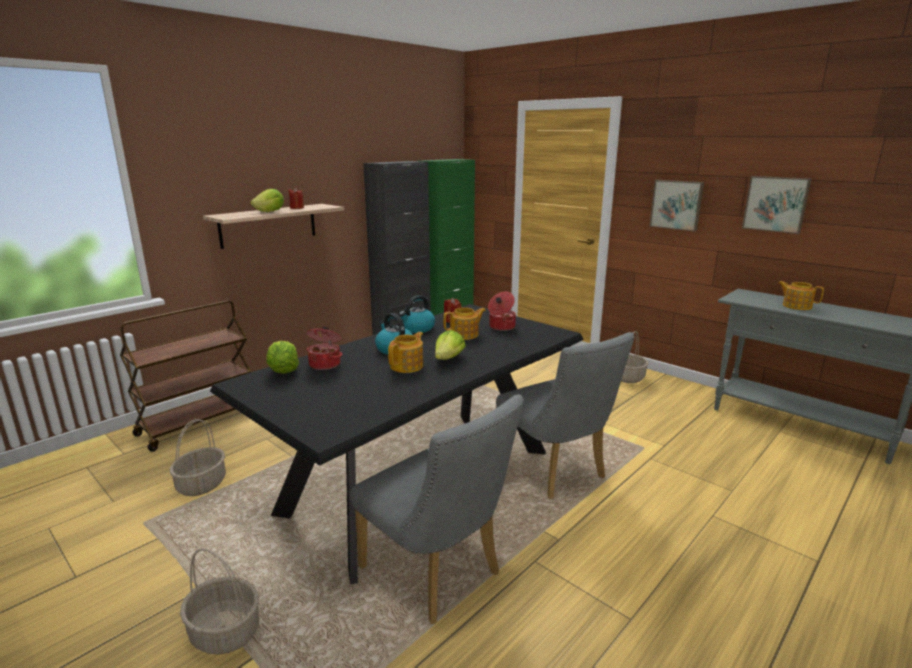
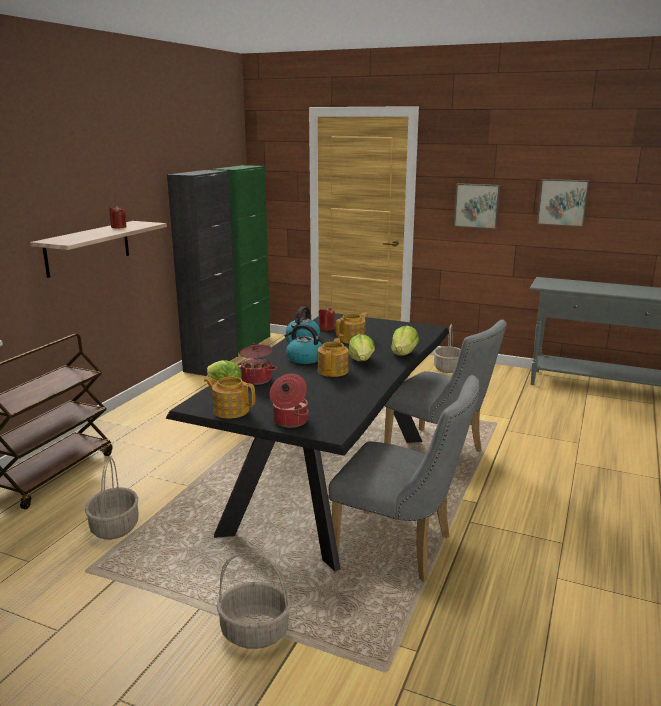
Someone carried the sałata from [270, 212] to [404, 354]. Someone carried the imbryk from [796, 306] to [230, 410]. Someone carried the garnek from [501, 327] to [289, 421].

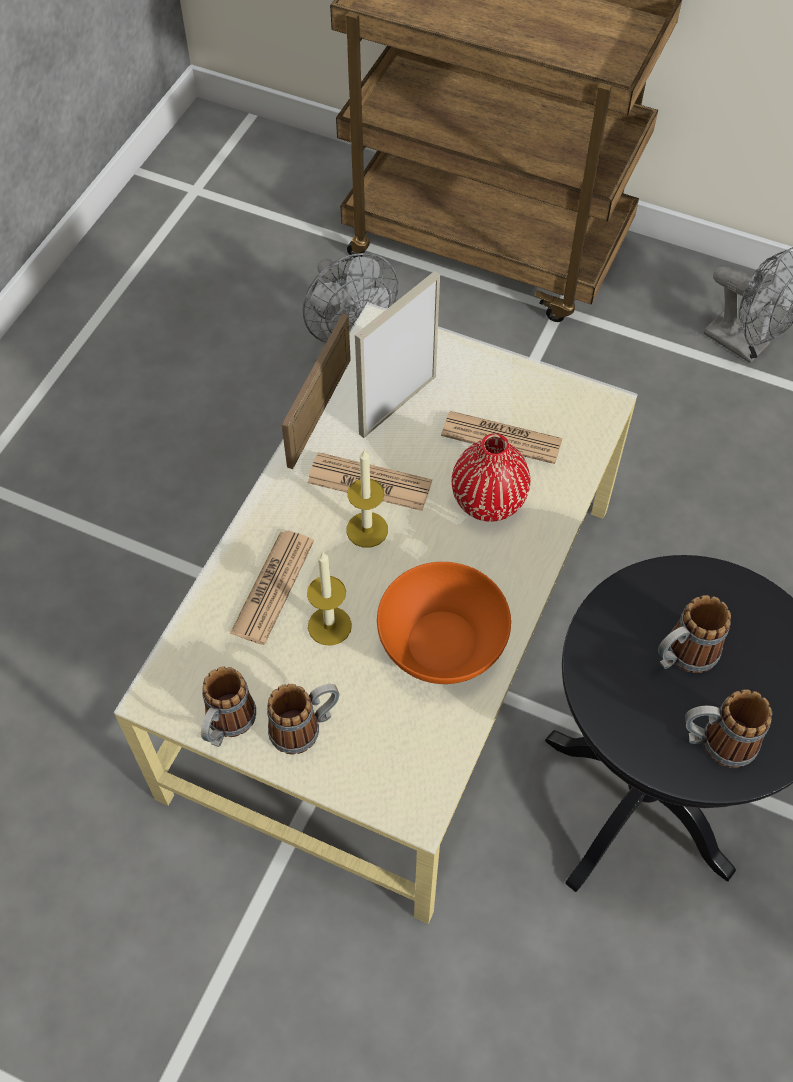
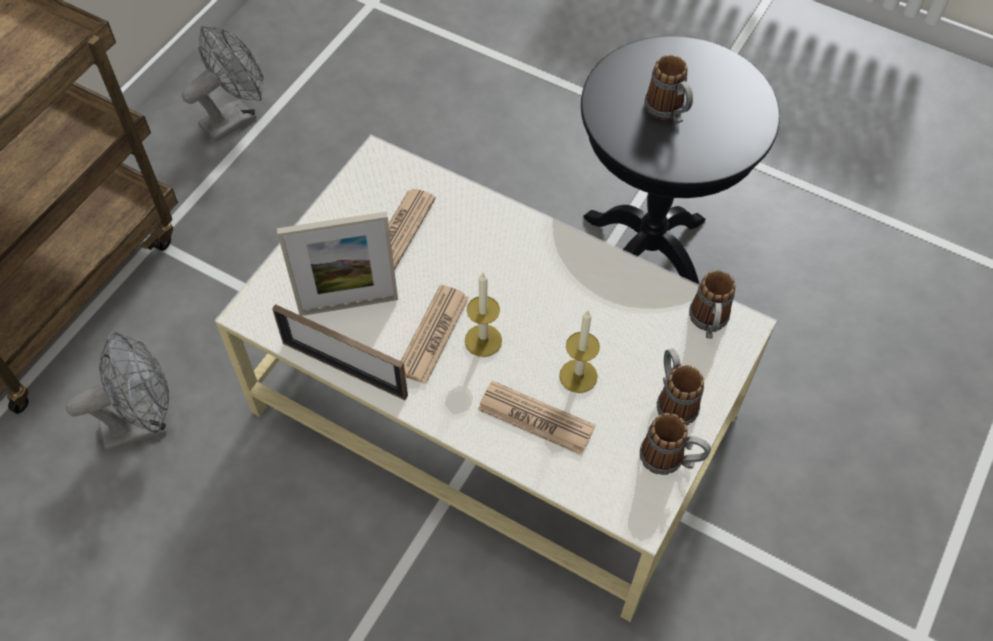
Someone rotated the ramka na zdjęcie at [397, 405] by 60 degrees counterclockwise. Someone took away the wazon (czerwony) at [488, 501]. Someone took away the miska (pomarańczowy) at [442, 643]. Someone carried the kubek from [716, 742] to [708, 323].

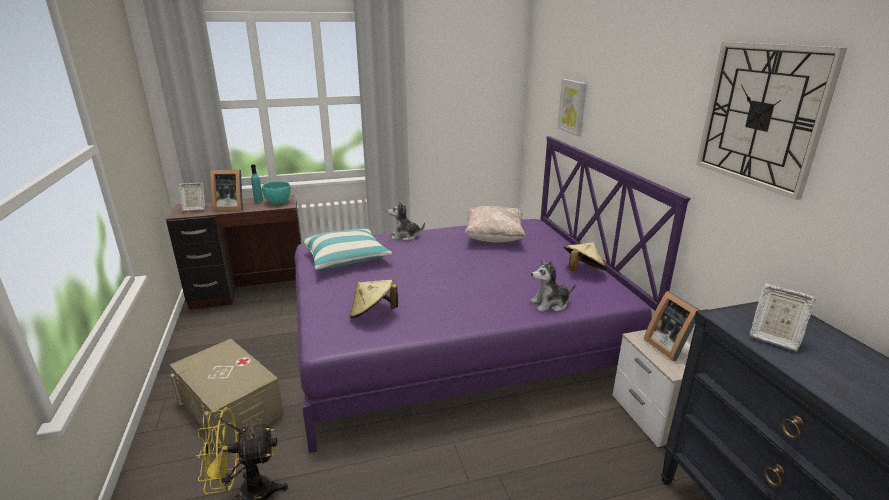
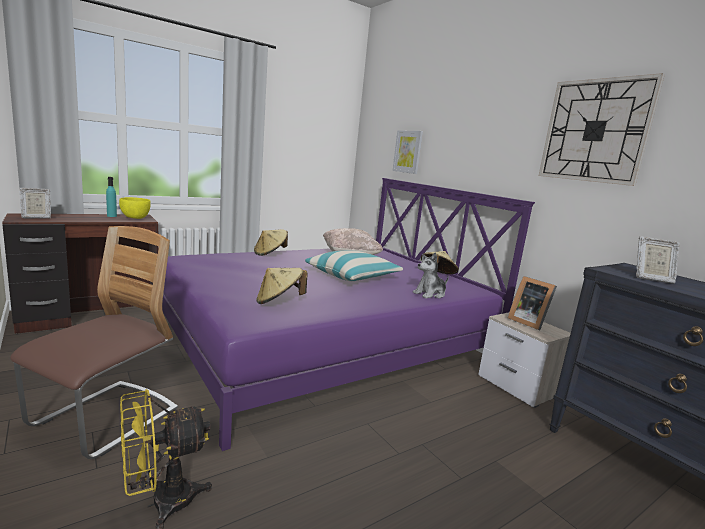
Someone took away the ramka na zdjęcie at [230, 207]. Someone repainted the miska (turkusowy) at [278, 202], which became the miska (żółty) at [135, 218]. Someone swapped the pluszak at [405, 236] for the kapelusz (beżowy) at [270, 253]. Someone carried the poduszka from [346, 258] to [352, 276]. Someone swapped the pojemnik do przechowywania (beżowy) at [230, 407] for the krzesło at [105, 419].

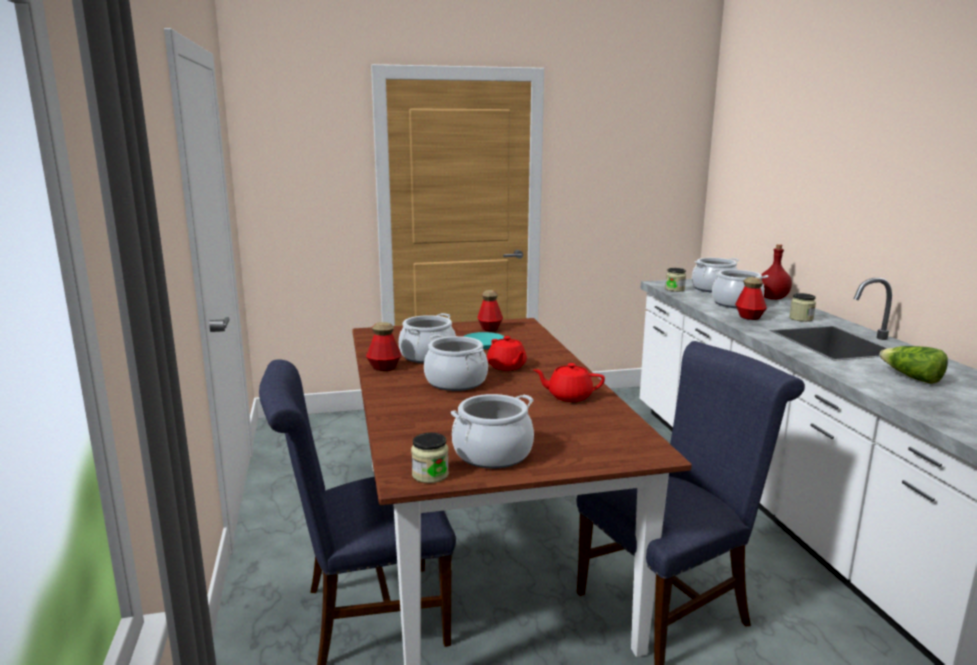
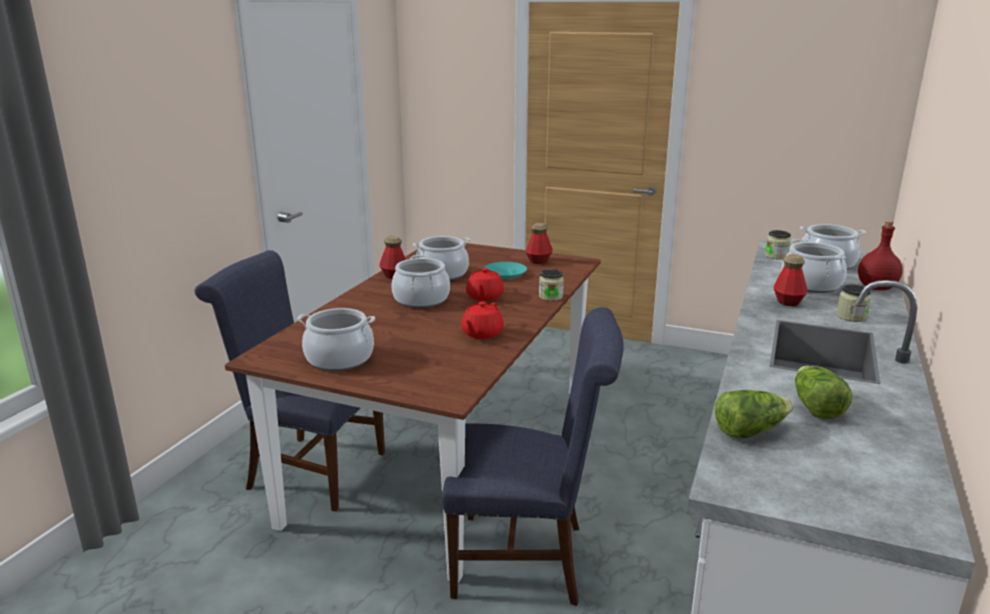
Someone rotated the imbryk (czerwony) at [569, 396] by 105 degrees counterclockwise. Someone carried the słoik from [430, 475] to [550, 297]. Someone put down the sałata at [749, 430].

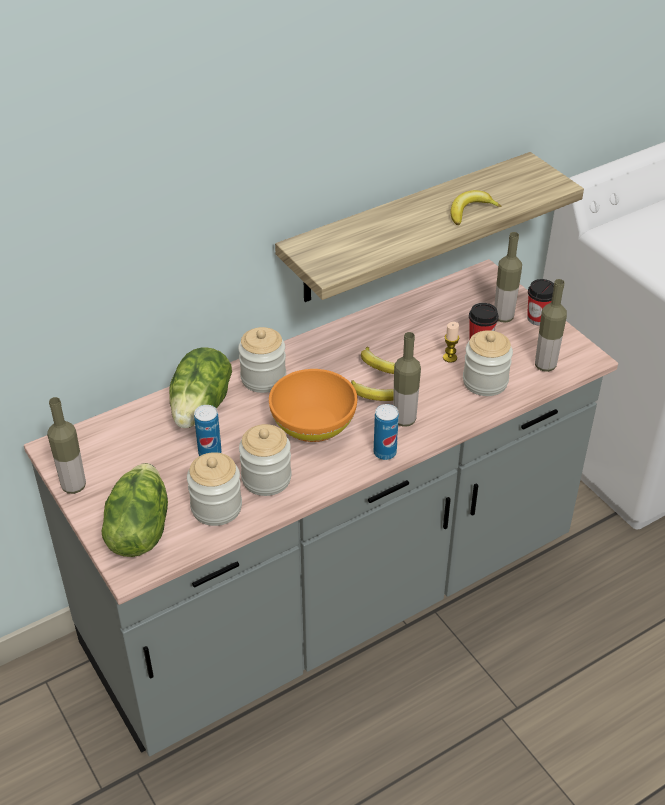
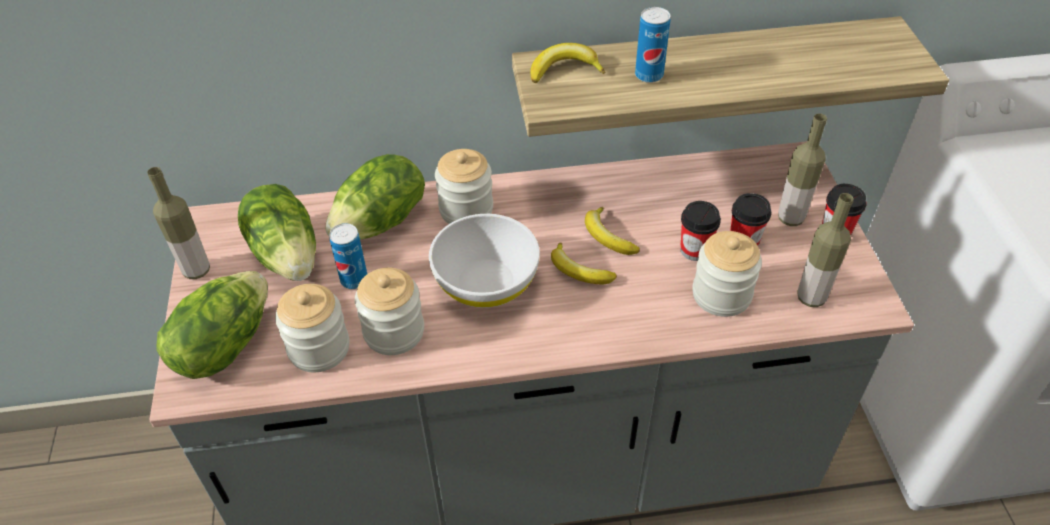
Someone carried the banan from [470, 211] to [564, 70]. Someone swapped the świeca at [450, 357] for the filiżanka at [694, 250]. Someone took away the butelka at [404, 420]. Someone repainted the miska (pomarańczowy) at [313, 424], which became the miska (biały) at [485, 282]. Someone carried the puszka from [385, 453] to [649, 75]. Someone put down the sałata at [287, 254].

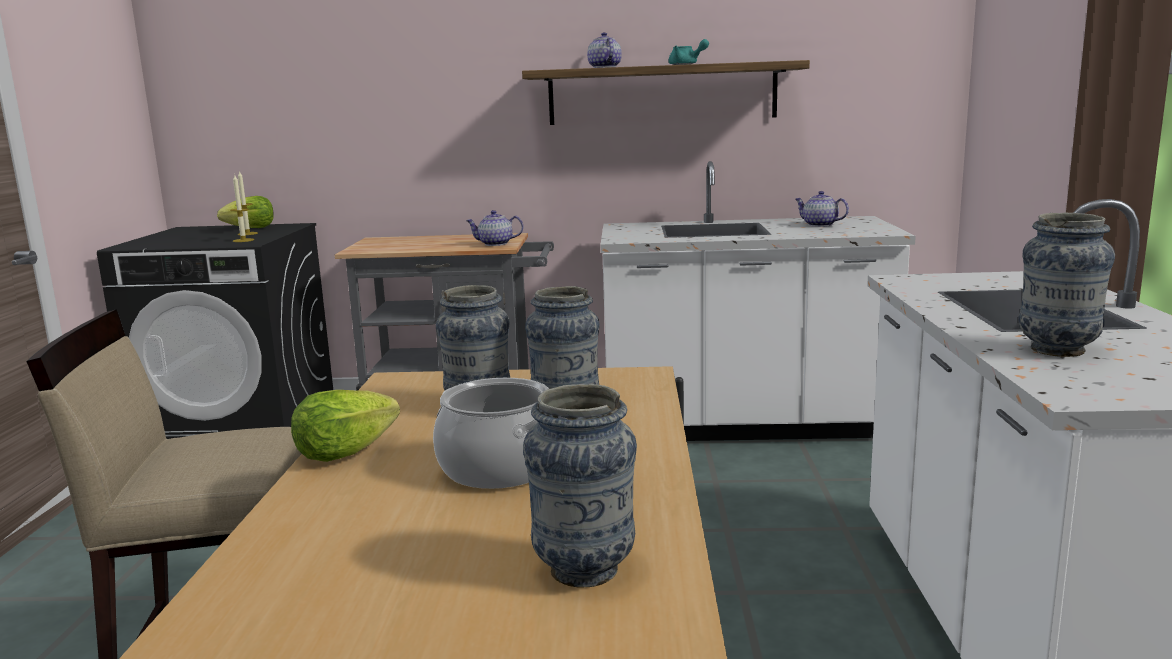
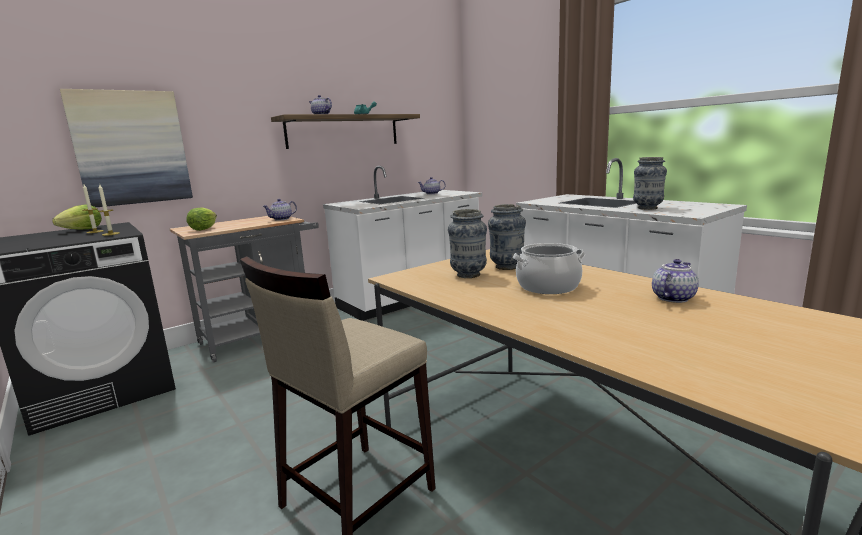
Someone swapped the wazon at [584, 570] for the imbryk at [672, 298]. Someone carried the sałata from [344, 453] to [203, 229]. Someone put up the obraz at [131, 148].

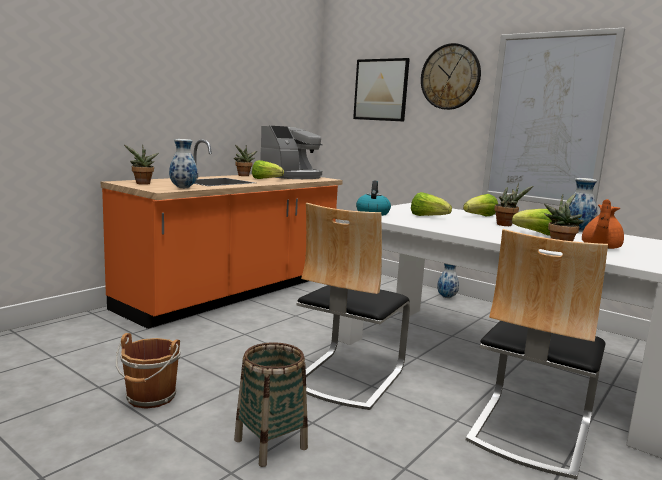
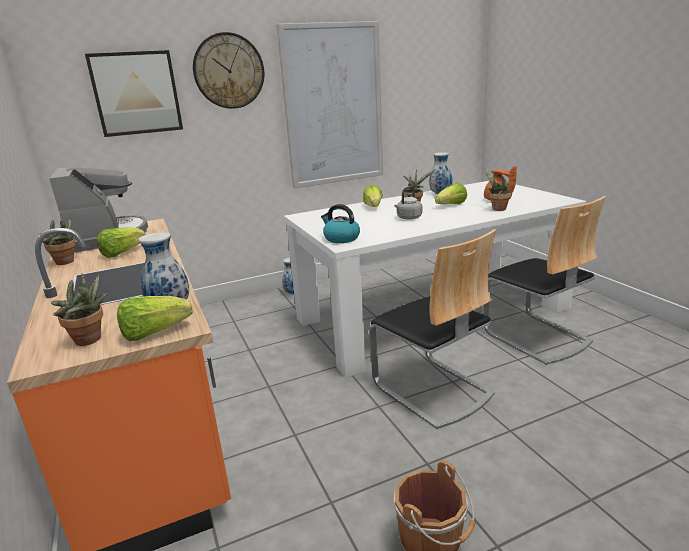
Someone carried the sałata from [428, 217] to [154, 333]. Someone took away the koszyk at [270, 444]. Someone put down the czajnik (szary) at [408, 218].

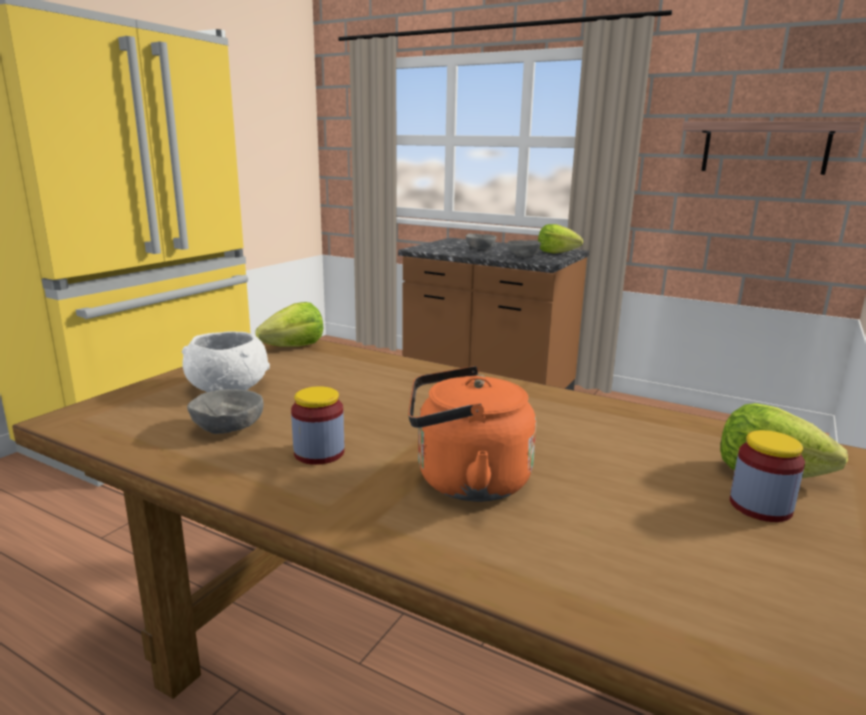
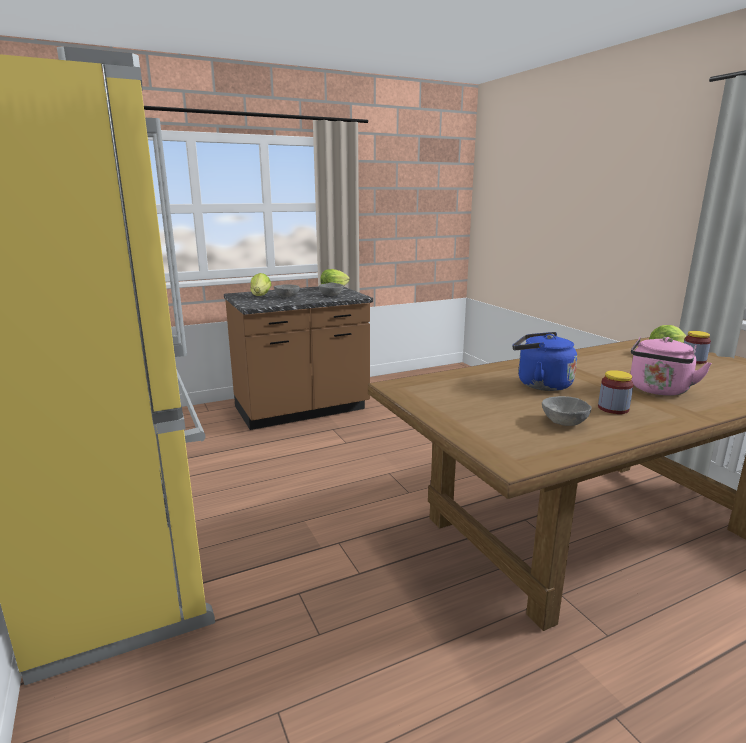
Someone took away the półka at [765, 148]. Someone carried the sałata from [294, 347] to [260, 296]. Someone took away the miska (biały) at [228, 387]. Someone repainted the czajnik (pomarańczowy) at [465, 481], which became the czajnik (różowy) at [658, 390]. Someone put down the czajnik (niebieski) at [540, 384].

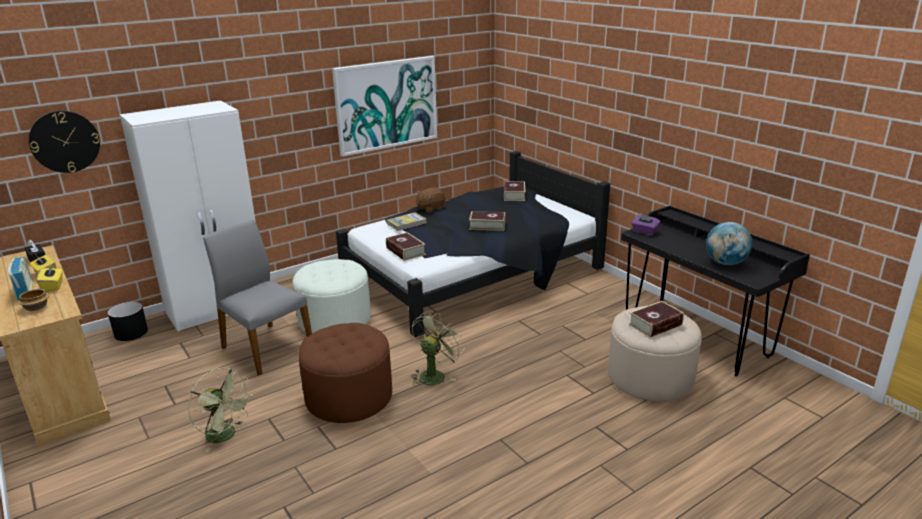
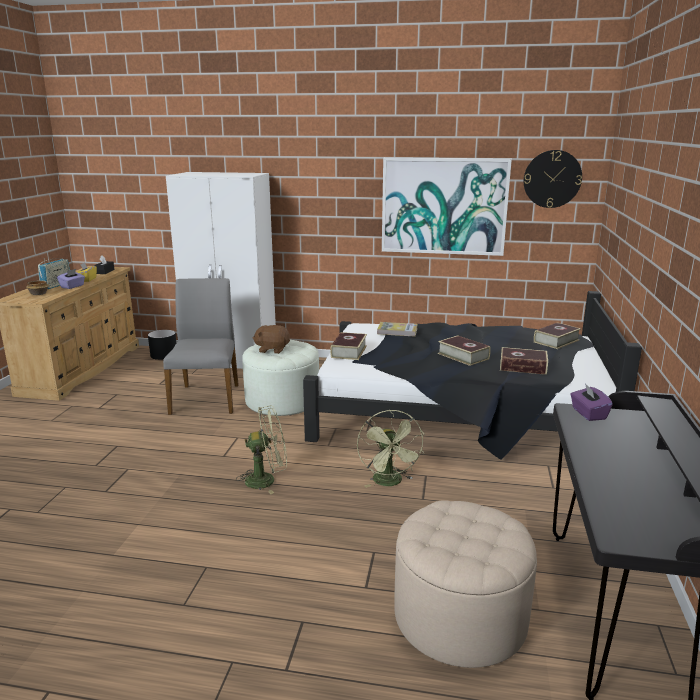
Someone carried the zegar ścienny from [65, 141] to [552, 179]. Someone carried the pluszak (brązowy) from [430, 208] to [272, 349]. Someone took away the globus at [725, 263]. Someone repainted the pudełko chusteczek (żółty) at [53, 286], which became the pudełko chusteczek (fioletowy) at [72, 286]. Someone carried the książka from [655, 324] to [522, 367]. Someone took away the pufa (brązowy) at [349, 397]. Someone carried the wentylator (zielony) from [226, 436] to [390, 482].

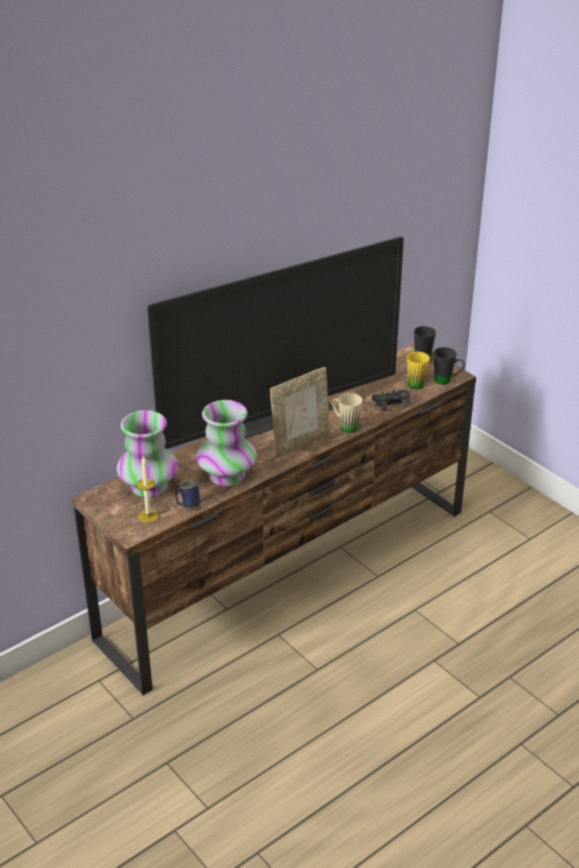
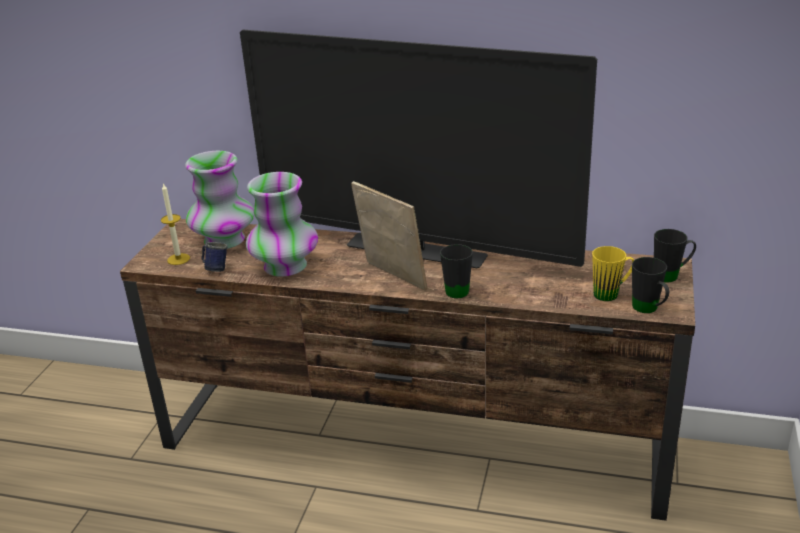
Someone rotated the ramka na zdjęcie at [300, 442] by 150 degrees counterclockwise. Someone took away the pad do gier (czarny) at [391, 403]. Someone repainted the kubek (beżowy) at [345, 426], which became the kubek (czarny) at [457, 288].

